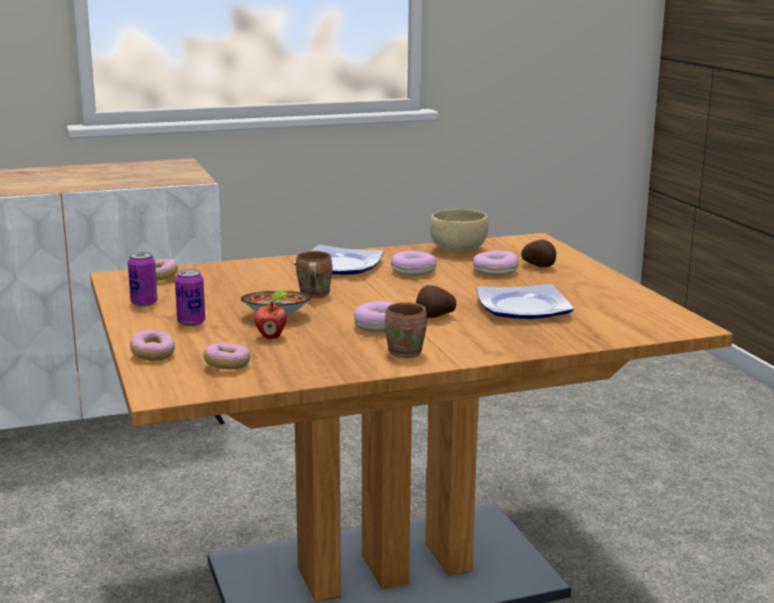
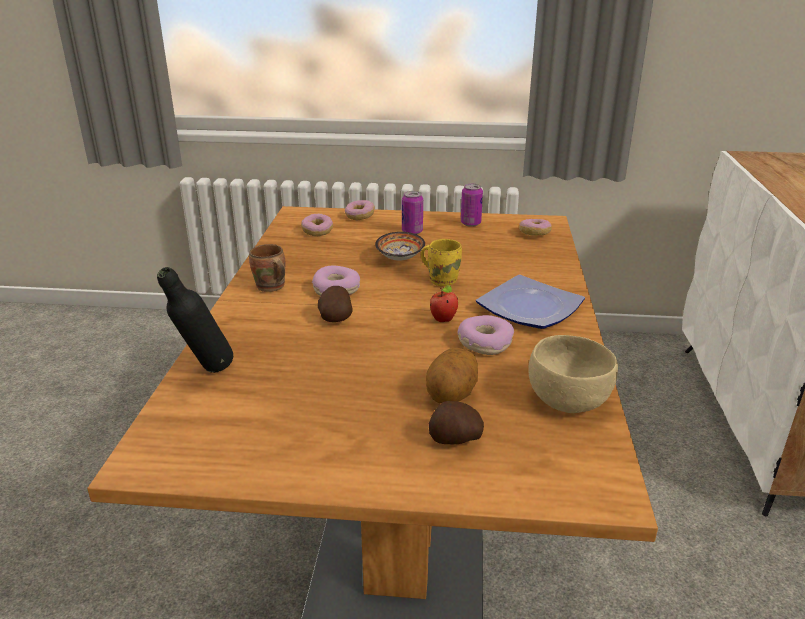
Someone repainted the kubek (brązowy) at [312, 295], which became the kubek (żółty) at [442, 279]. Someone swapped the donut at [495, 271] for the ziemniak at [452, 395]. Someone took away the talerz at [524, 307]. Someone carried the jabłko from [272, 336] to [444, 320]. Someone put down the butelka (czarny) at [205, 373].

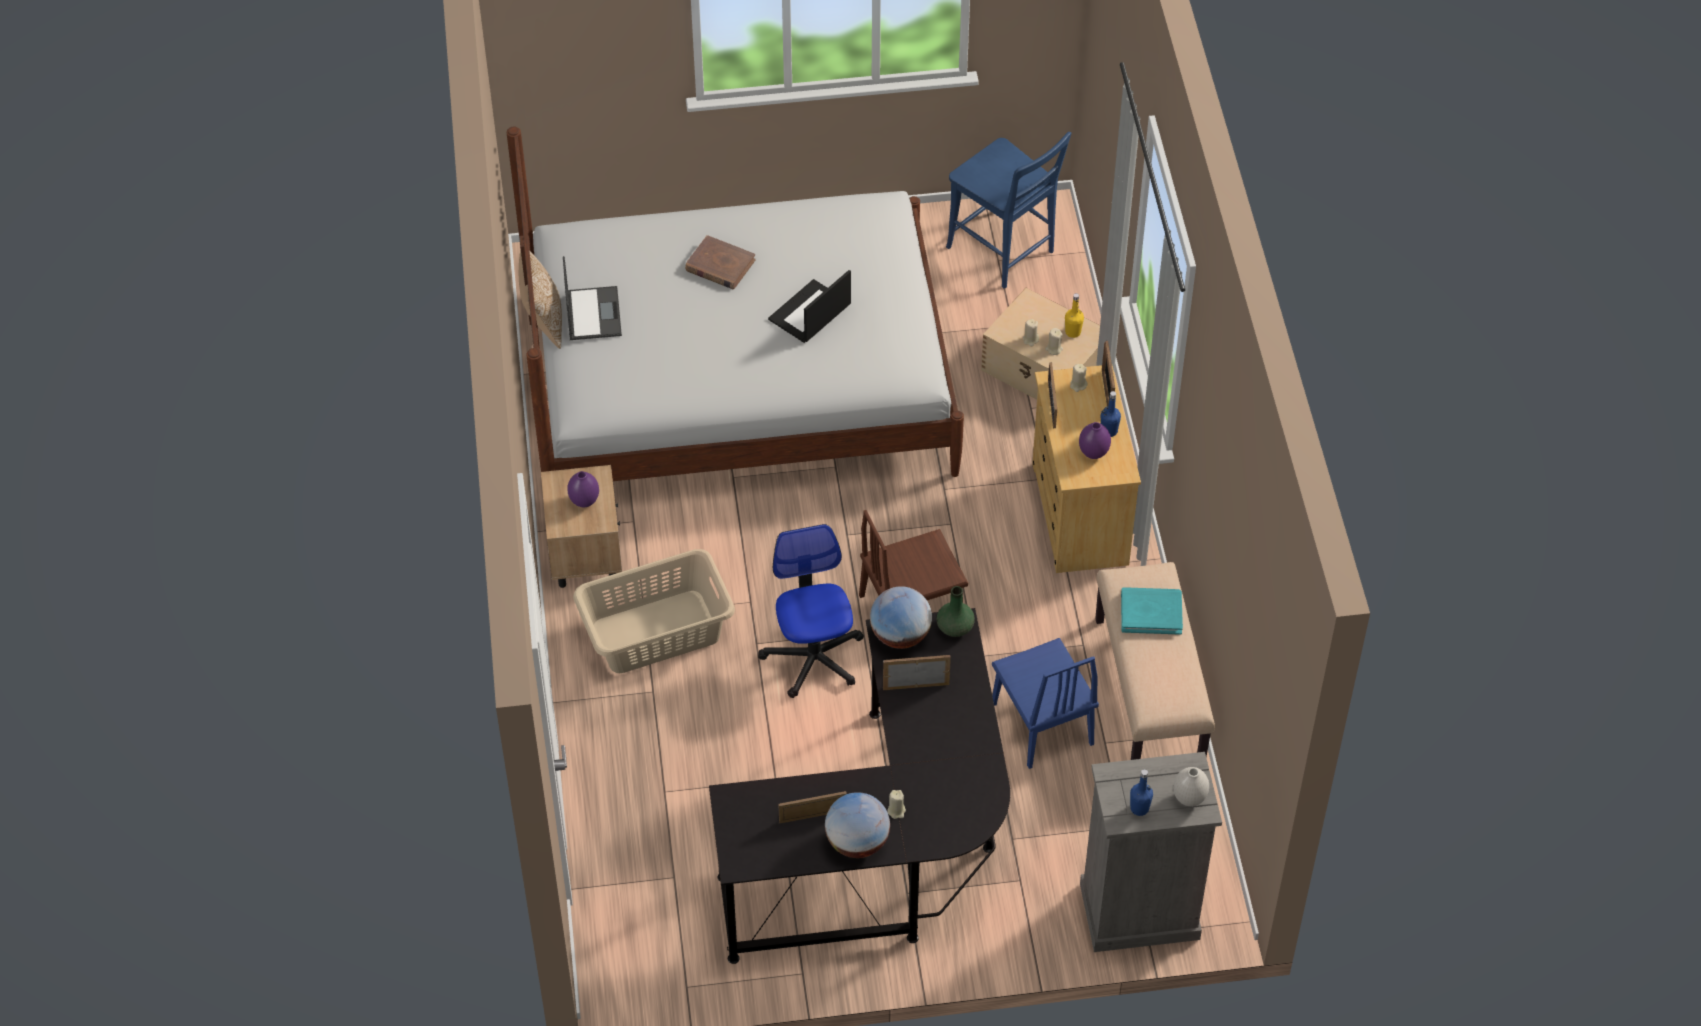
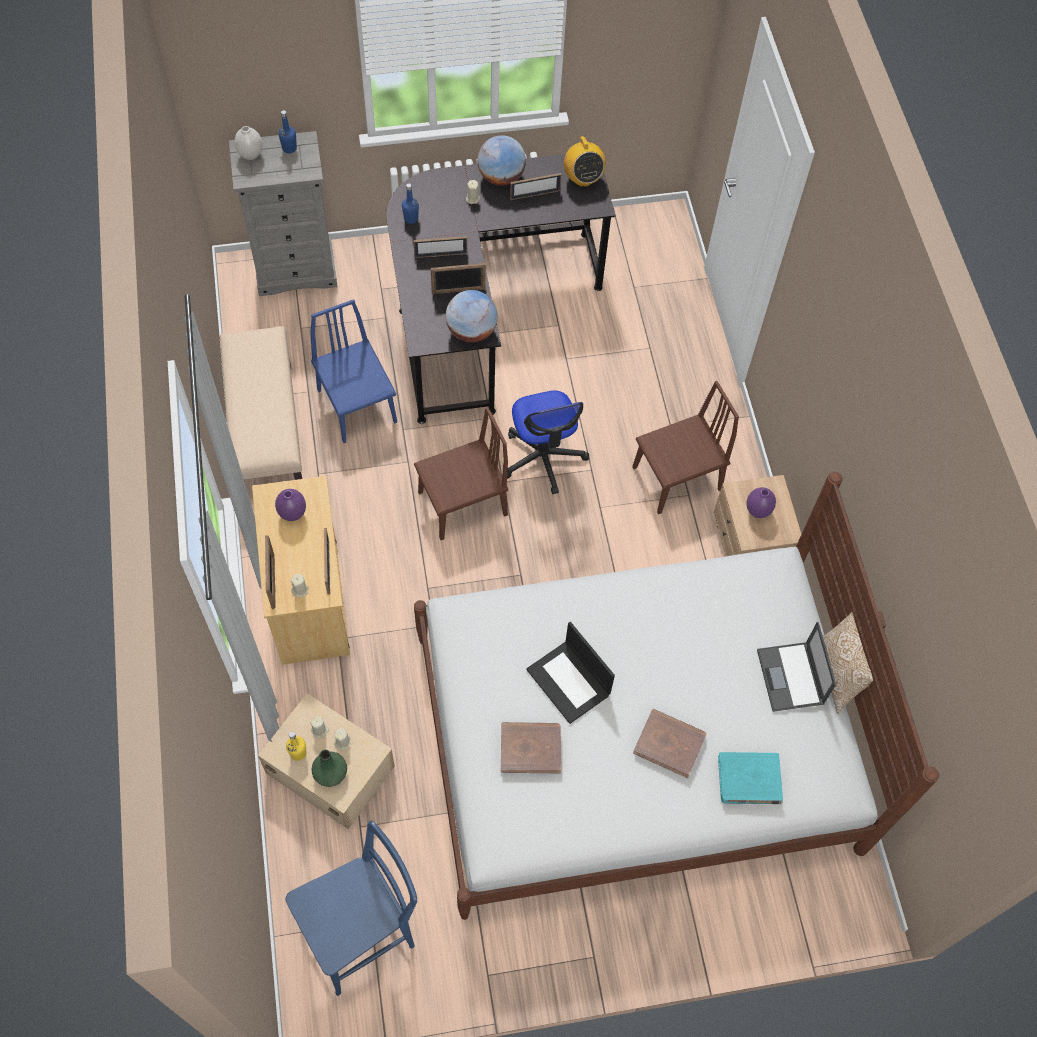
Someone rotated the krzesło (niebieski) at [1004, 252] by 105 degrees clockwise. Someone rotated the laptop at [810, 313] by 105 degrees clockwise. Someone carried the butelka (niebieski) from [1109, 431] to [411, 219]. Someone swapped the kosz na pranie (beżowy) at [655, 631] for the krzesło (brązowy) at [676, 478]. Someone carried the wazon (zielony) from [955, 627] to [330, 772]. Someone carried the książka (turkusowy) from [1151, 613] to [749, 780]. Someone put down the radio at [582, 178]. Someone put down the ramka na zdjęcie at [440, 255]. Someone put down the książka (brązowy) at [530, 748].

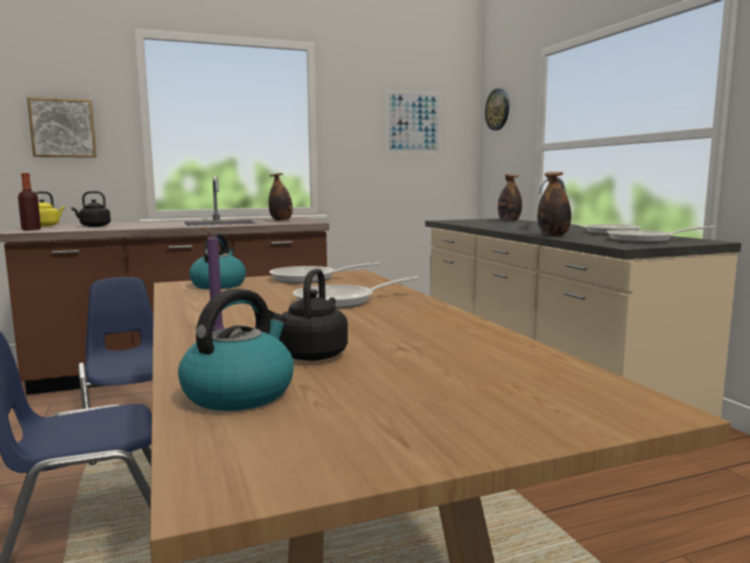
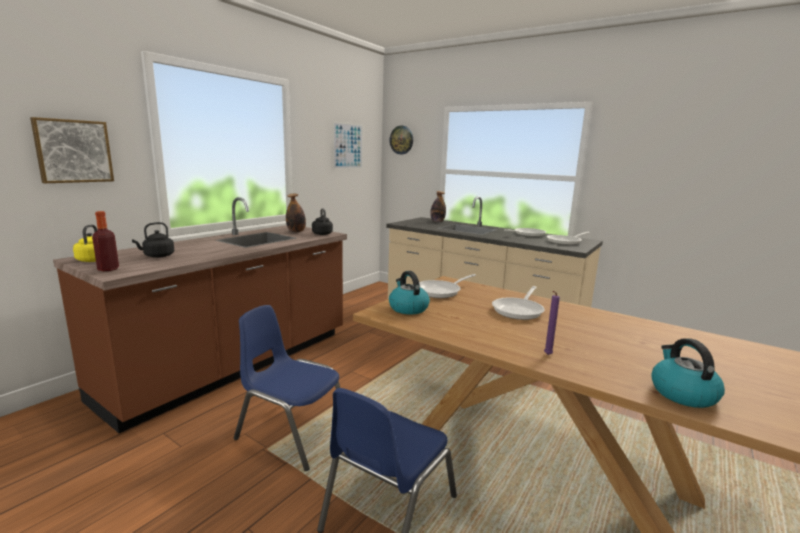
Someone took away the butelka at [553, 236]. Someone carried the czajnik (czarny) from [314, 354] to [322, 233].

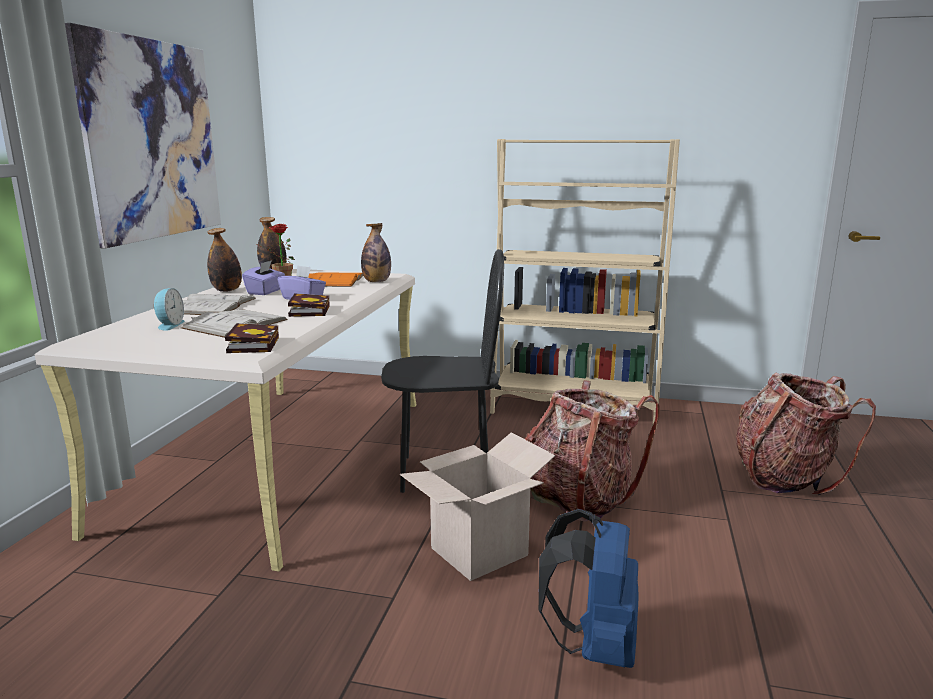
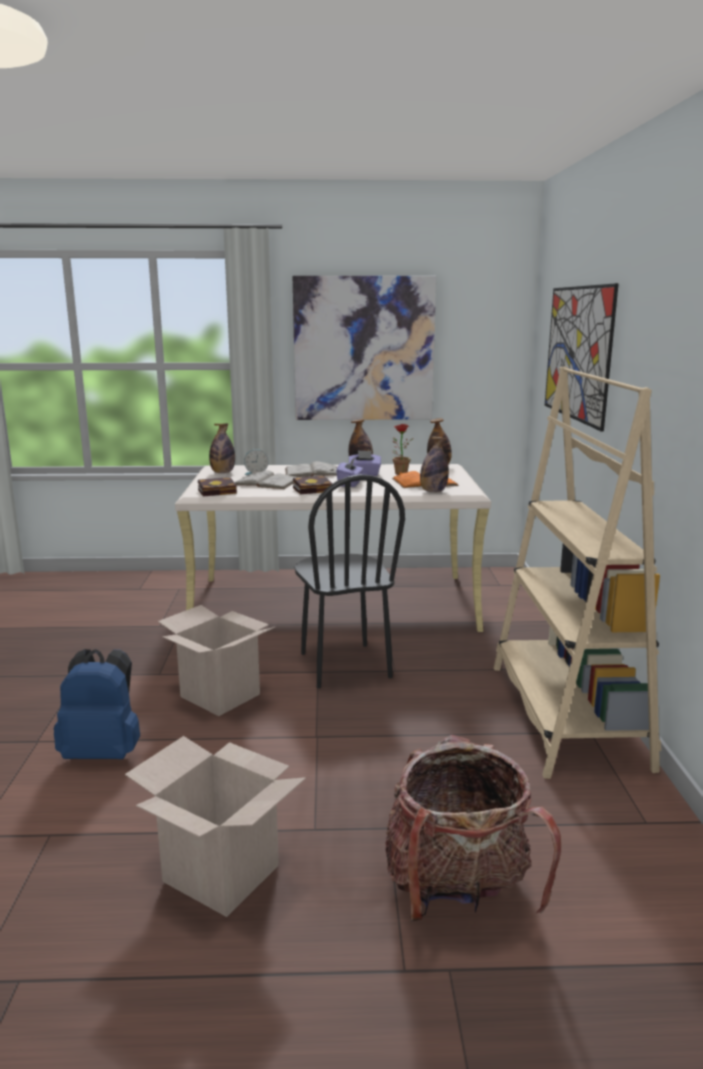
Someone took away the plecak at [580, 497]. Someone put up the obraz at [577, 353]. Someone put down the butelka at [222, 473]. Someone put down the karton at [221, 873].

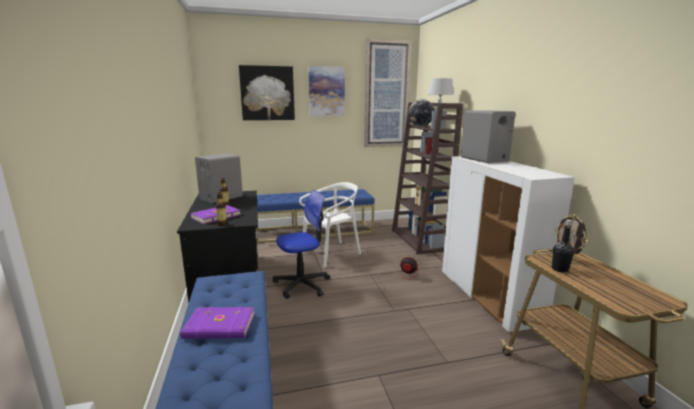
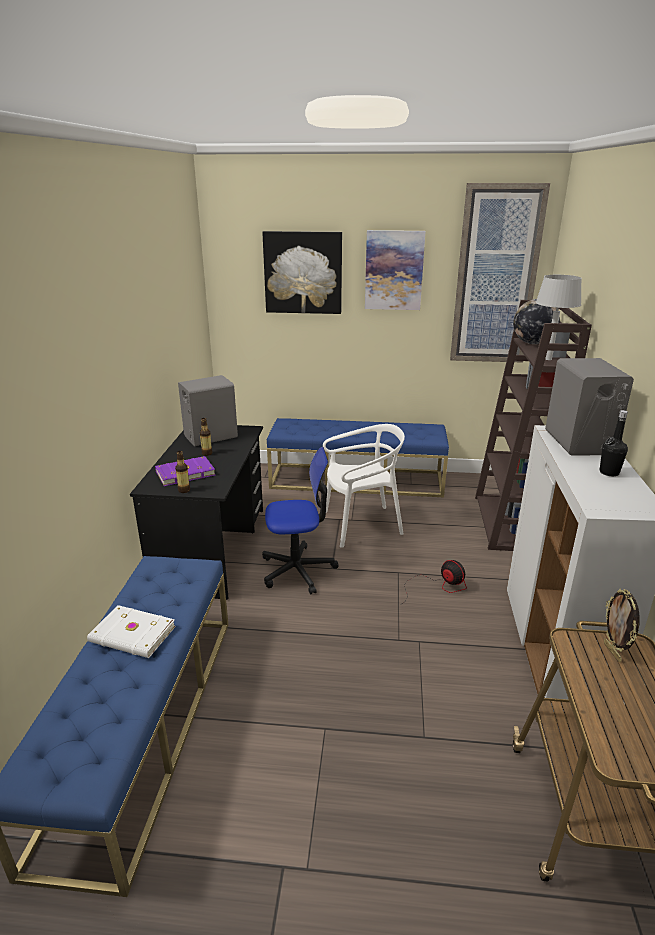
Someone carried the butelka (czarny) from [559, 269] to [609, 472]. Someone repainted the książka (fioletowy) at [220, 326], which became the książka (biały) at [132, 635].

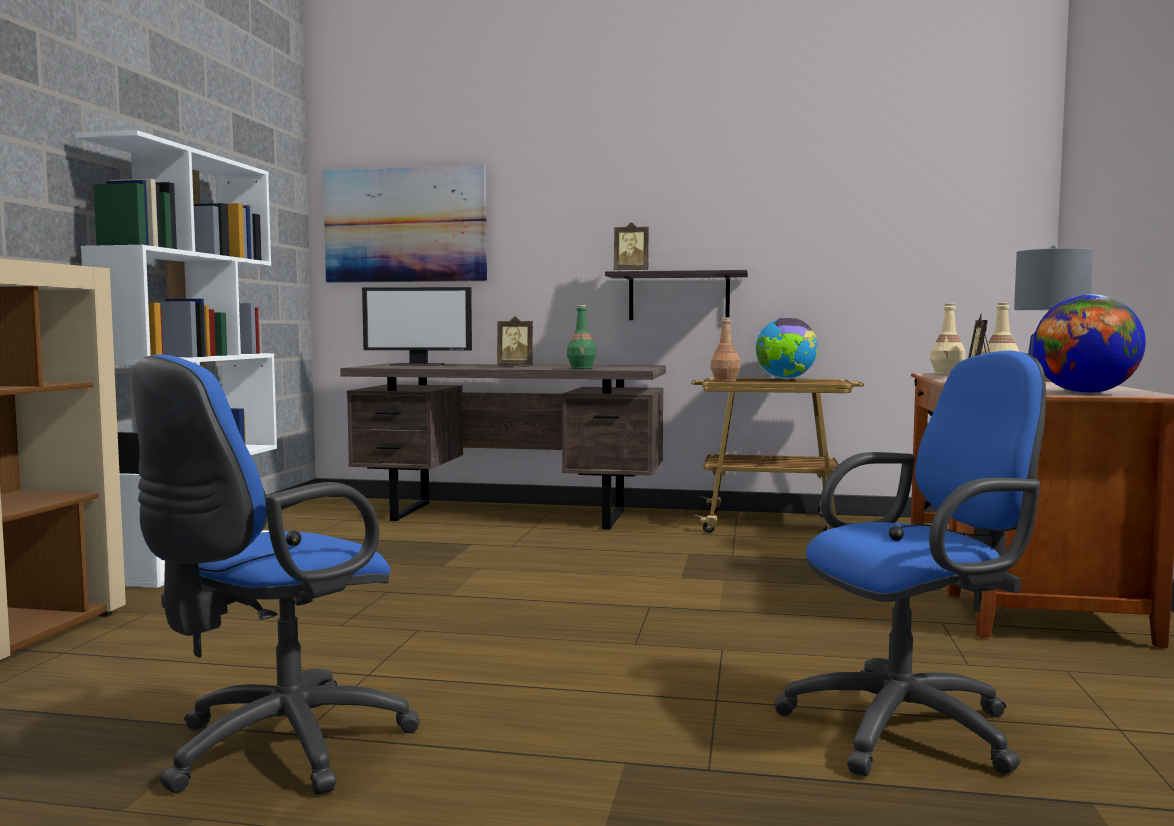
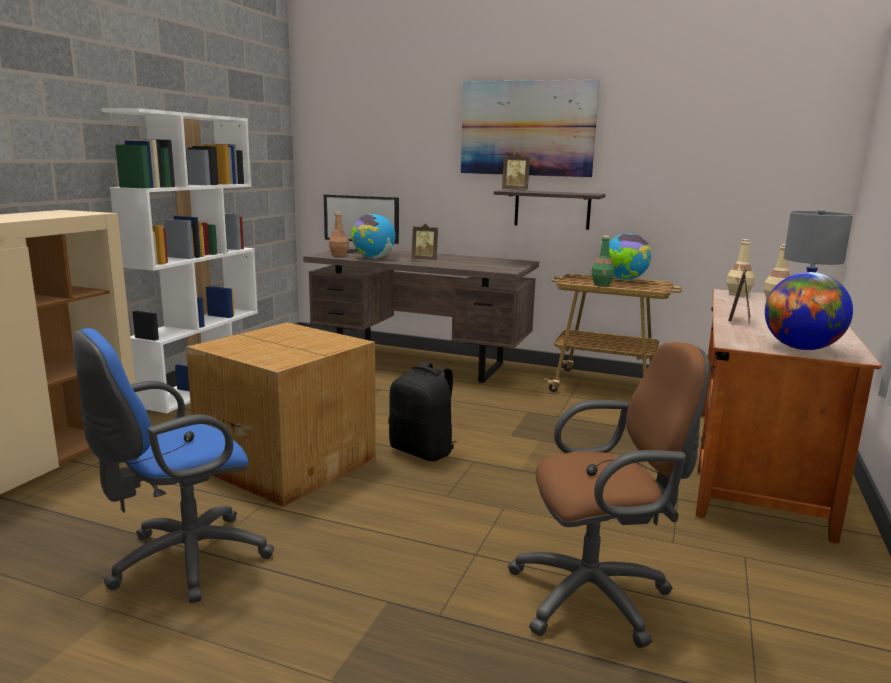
Someone carried the obraz from [405, 225] to [527, 128]. Someone carried the butelka (zielony) from [582, 368] to [602, 284]. Someone carried the butelka (brązowy) from [725, 381] to [339, 255]. Someone repainted the krzesło biurowe (niebieski) at [913, 727], which became the krzesło biurowe (brązowy) at [598, 596]. Someone put down the globus at [373, 258]. Someone put down the karton at [287, 462]. Someone put down the plecak (czarny) at [423, 451].

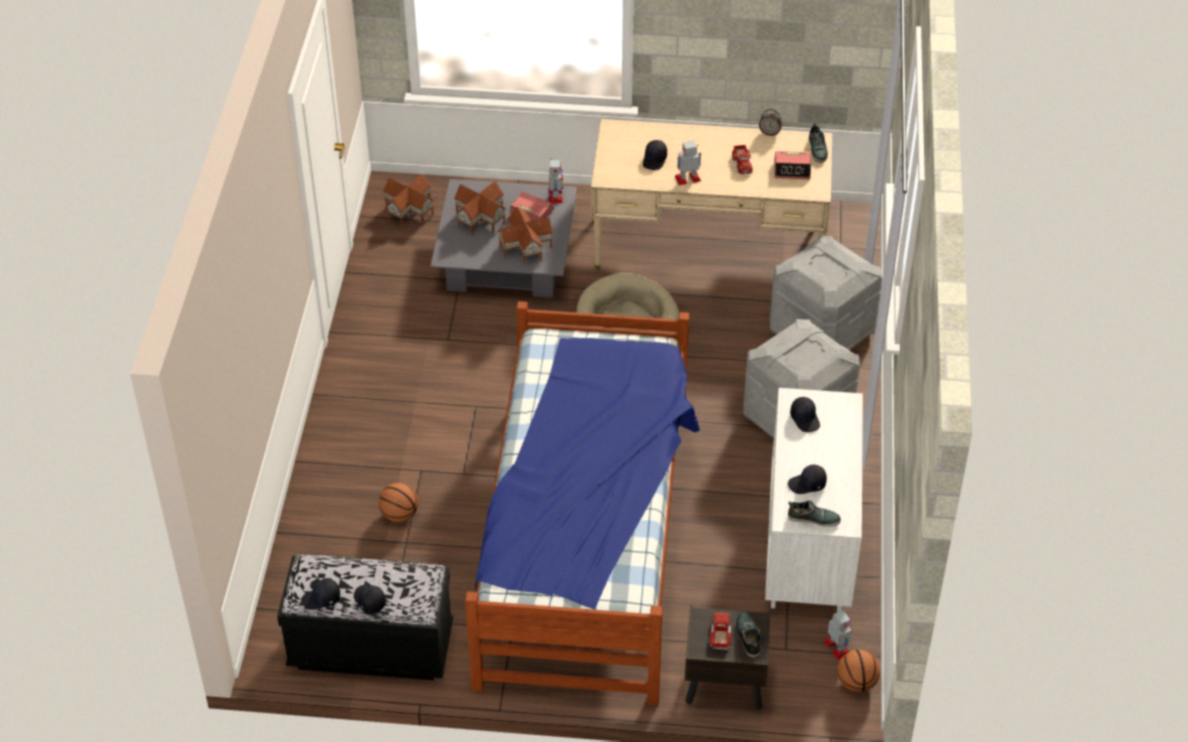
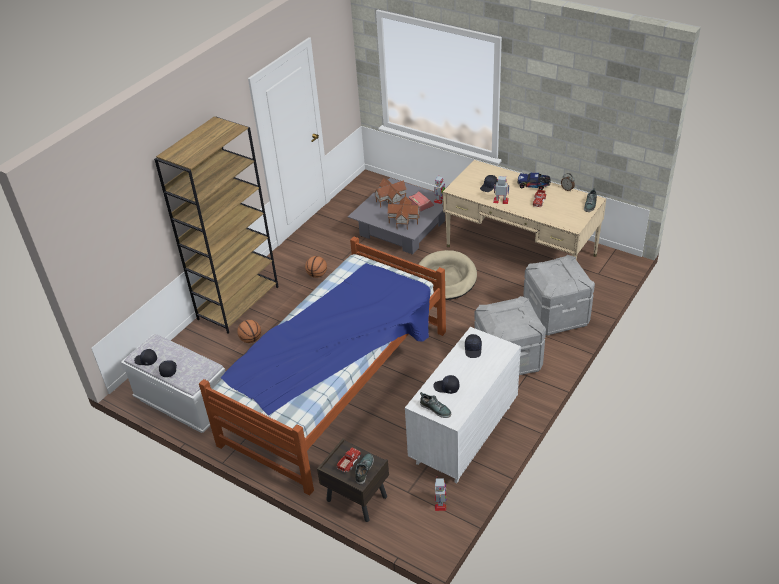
Someone took away the budzik at [792, 170]. Someone took away the domek at [408, 210]. Someone repainted the ławka (czarny) at [371, 648], which became the ławka (biały) at [183, 403]. Someone carried the piłka do koszykówki from [857, 683] to [317, 275]. Someone put down the regał (brązowy) at [238, 302]. Someone put down the ciężarówka zabawkowa at [534, 185].

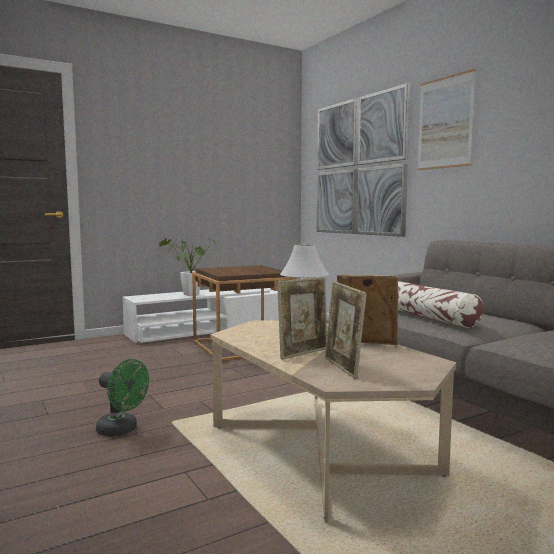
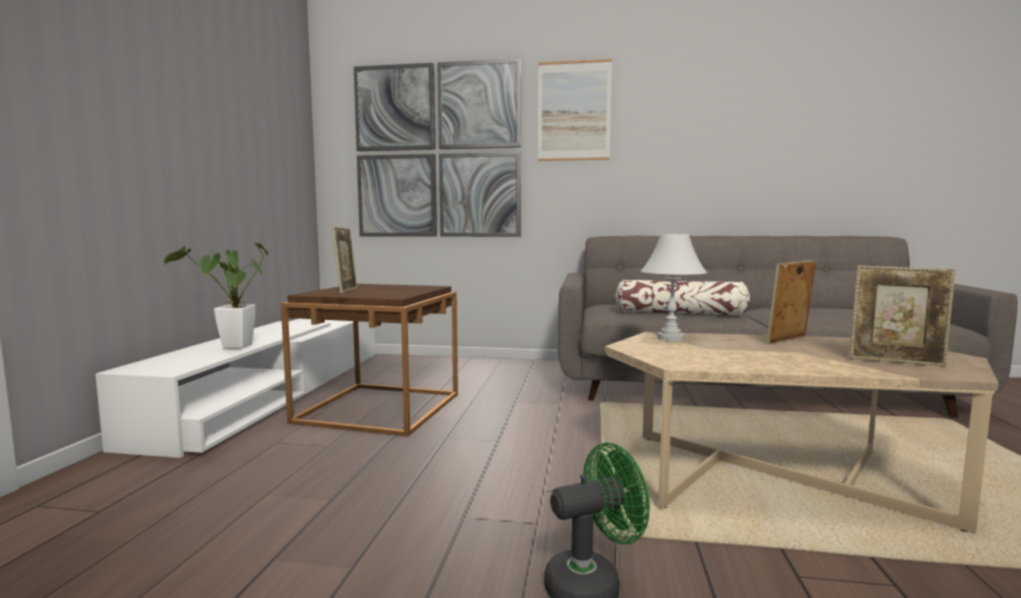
Someone carried the ramka na zdjęcie from [303, 353] to [346, 291].

